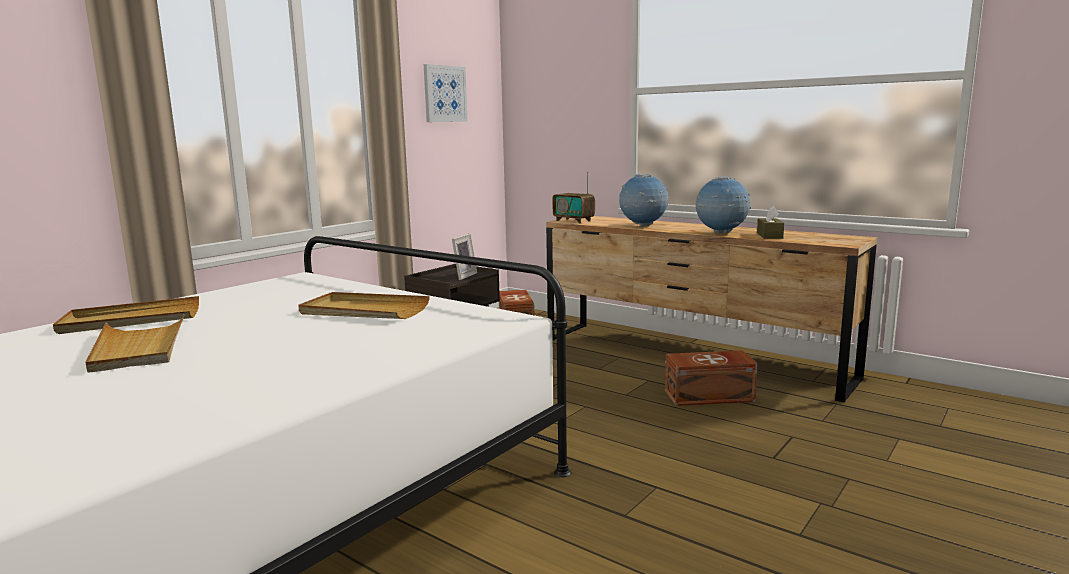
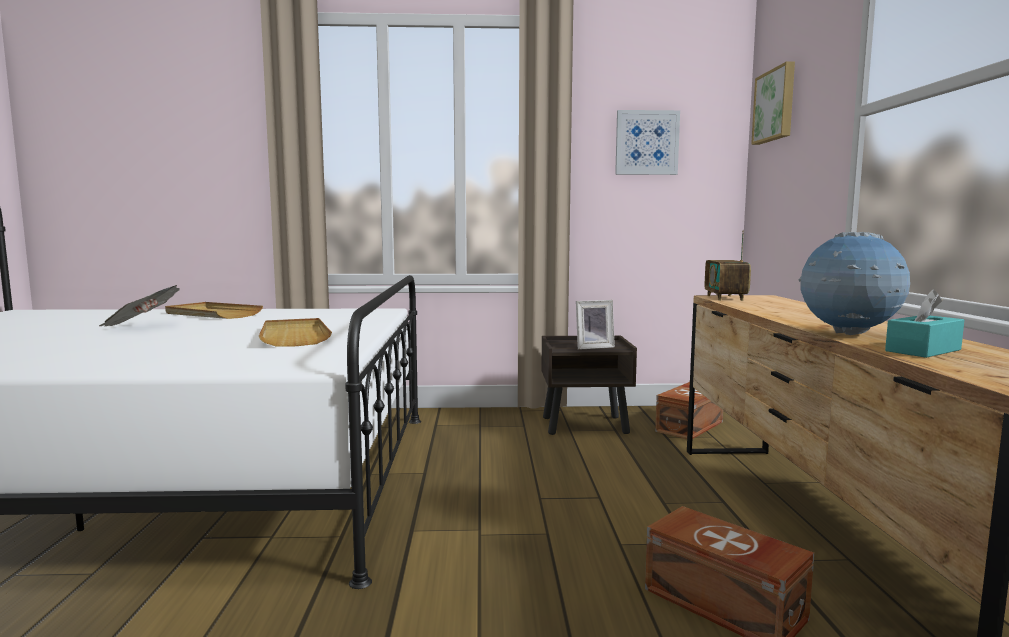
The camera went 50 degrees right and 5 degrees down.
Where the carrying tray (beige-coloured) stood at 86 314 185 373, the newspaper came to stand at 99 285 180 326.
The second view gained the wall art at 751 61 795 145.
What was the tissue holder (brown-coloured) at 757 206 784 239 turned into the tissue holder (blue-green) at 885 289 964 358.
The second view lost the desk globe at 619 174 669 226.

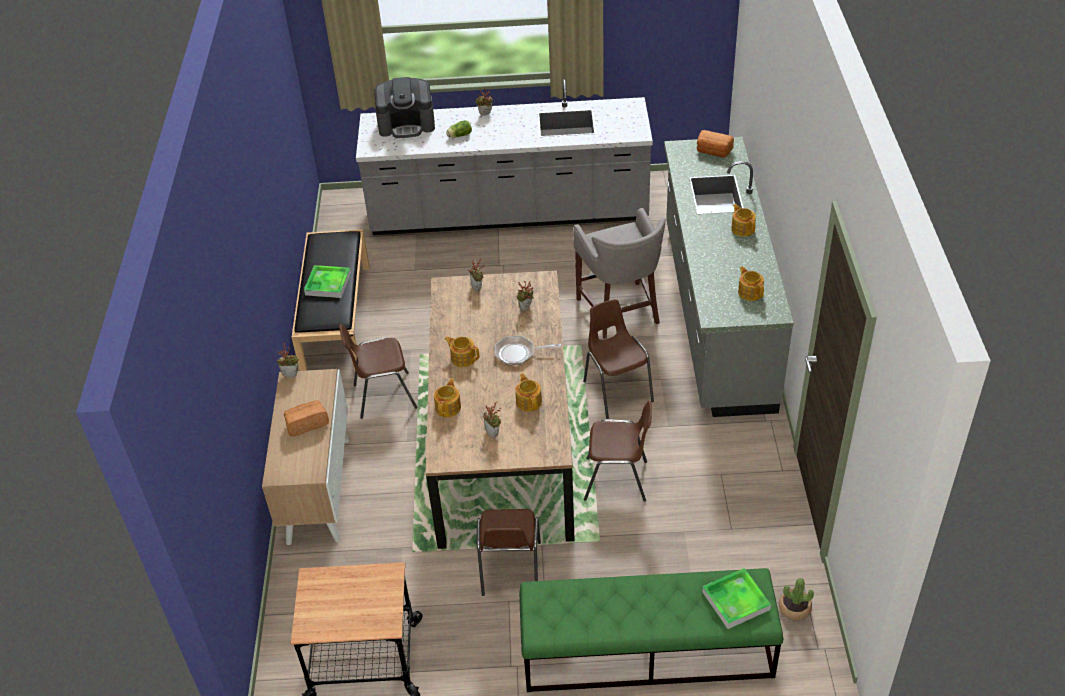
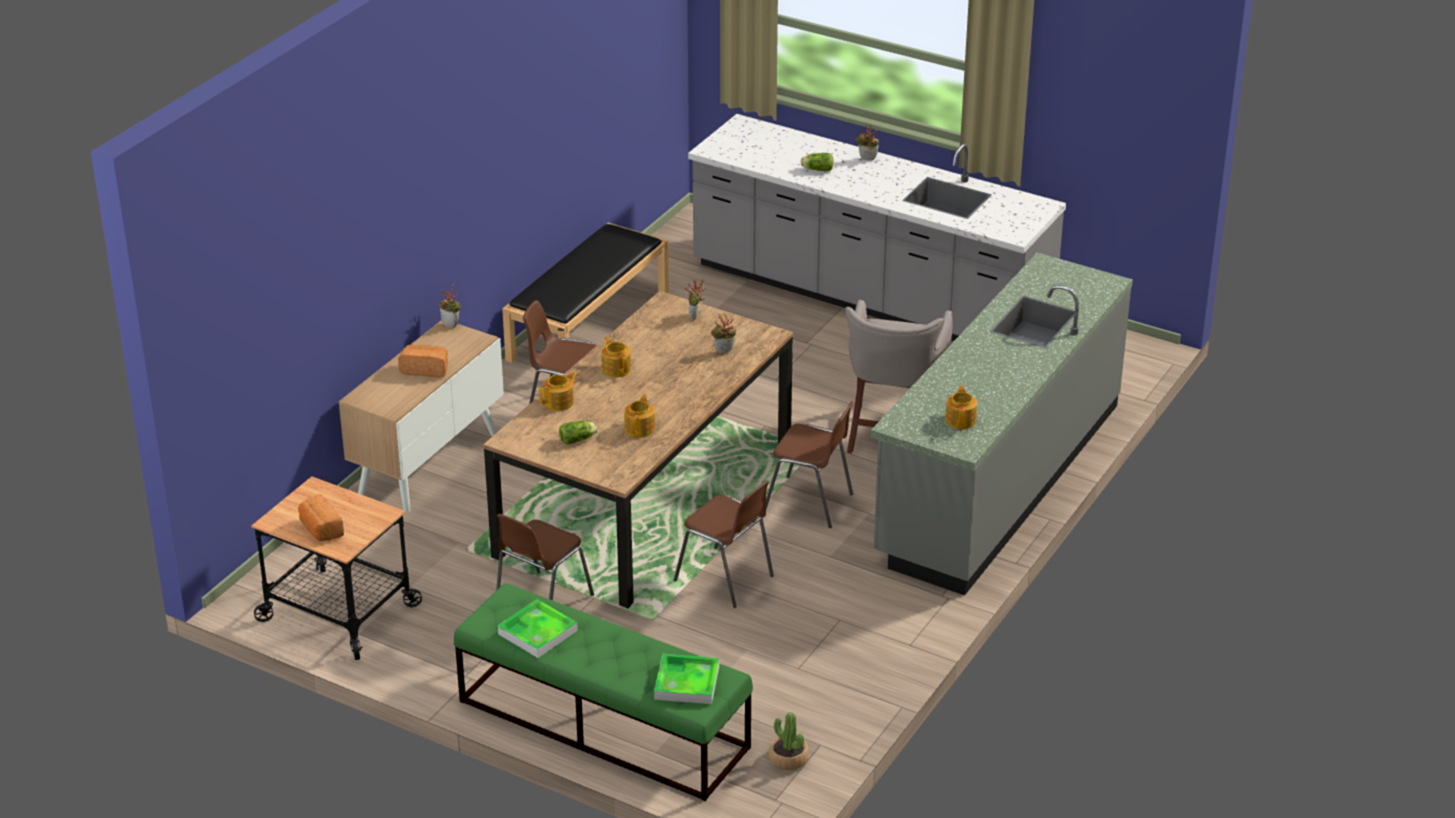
The camera went 30 degrees right and 10 degrees down.
The bakery bread ended up elsewhere, having gone from 697 130 734 157 to 298 494 344 541.
The carrying tray ended up elsewhere, having gone from 304 265 351 298 to 498 599 578 658.
Where the plant in a pot stood at 483 401 501 438, the lettuce came to stand at 559 421 597 444.
The upright chair (brown-coloured) at 583 299 654 419 ended up facing another way, 105 degrees clockwise from before.
The second view lost the coffee machine at 374 77 435 138.
The second view lost the frying pan at 495 336 561 365.
The second view lost the pot for tea at 731 204 756 237.

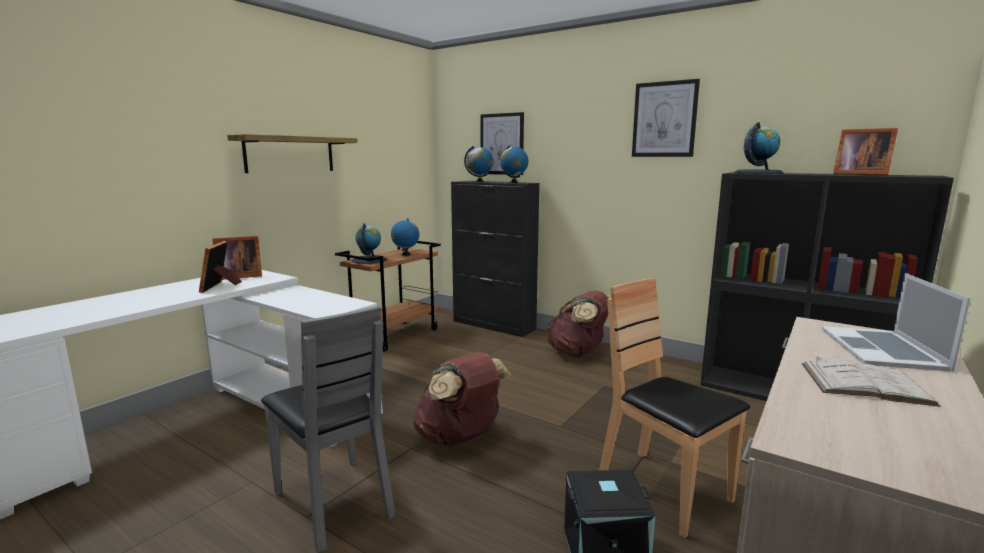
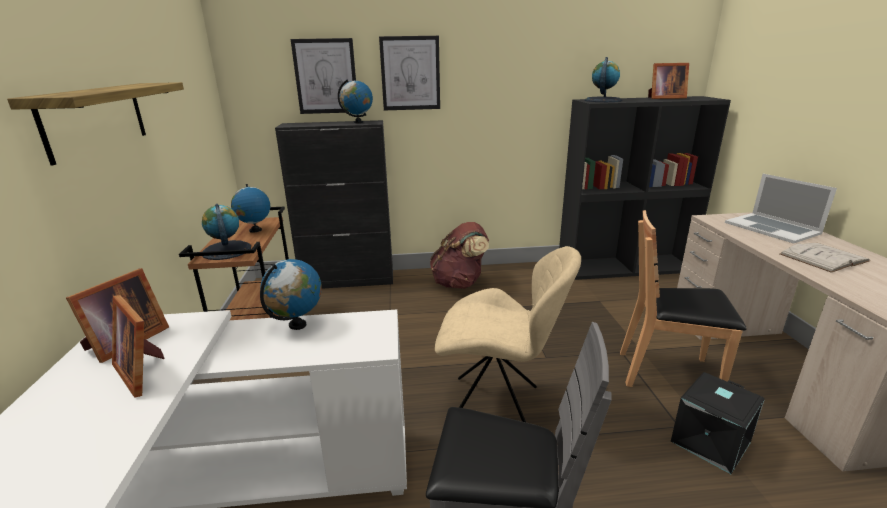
The camera went 40 degrees left and 10 degrees up.
The desk globe ended up elsewhere, having gone from 464 146 493 182 to 260 259 322 330.
The wall art ended up elsewhere, having gone from 632 79 700 157 to 379 36 440 110.
Where the knapsack (brown-coloured) stood at 413 352 511 446, the upright chair (beige-coloured) came to stand at 435 246 581 422.

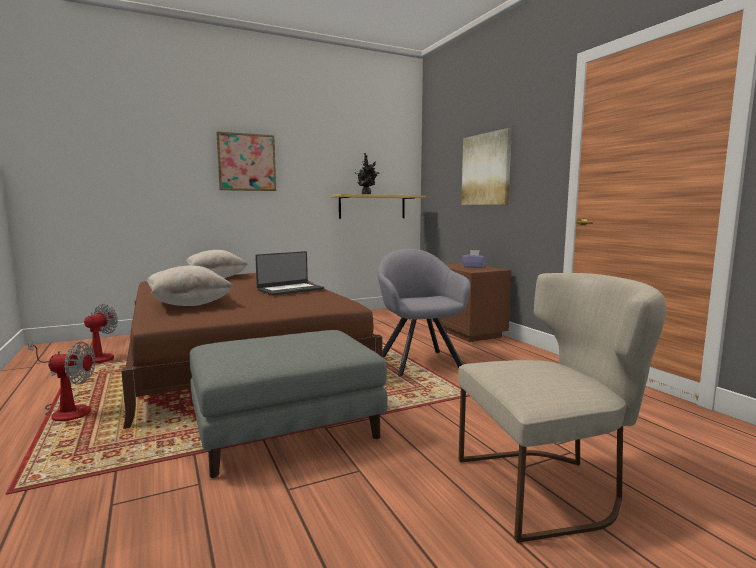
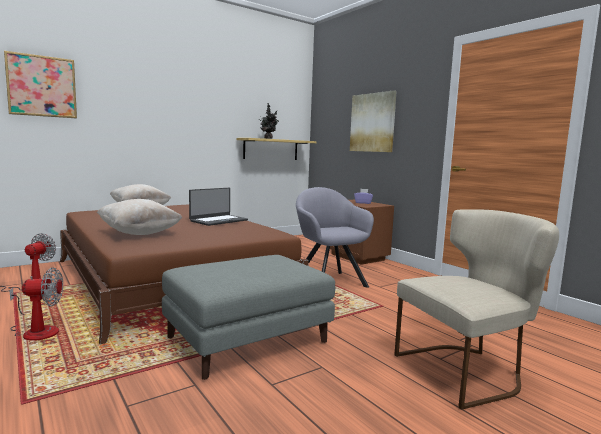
The camera went 10 degrees left and 0 degrees up.
The wall art ended up elsewhere, having gone from 216 131 276 191 to 4 51 77 118.

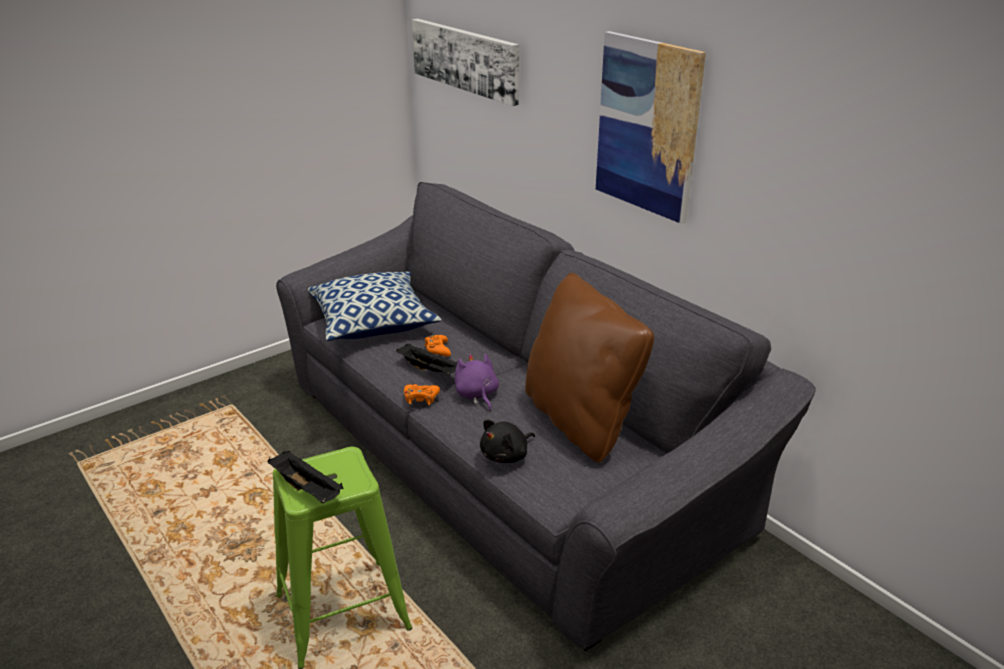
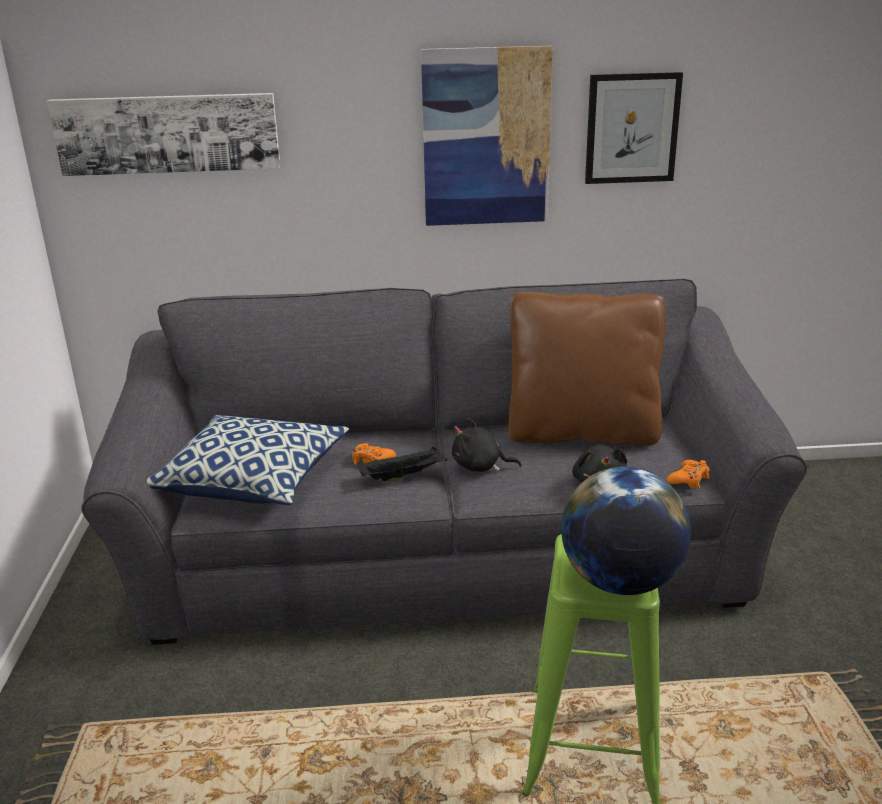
The camera went 55 degrees left and 5 degrees down.
What was the plush toy (purple-coloured) at 455 354 499 411 turned into the plush toy (black-coloured) at 452 418 522 472.
Where the carrying tray (black-coloured) stood at 268 451 344 503, the desk globe came to stand at 561 466 691 595.
The second view gained the wall art at 585 72 683 184.
The gamepad (orange) ended up elsewhere, having gone from 404 384 440 405 to 667 460 710 489.

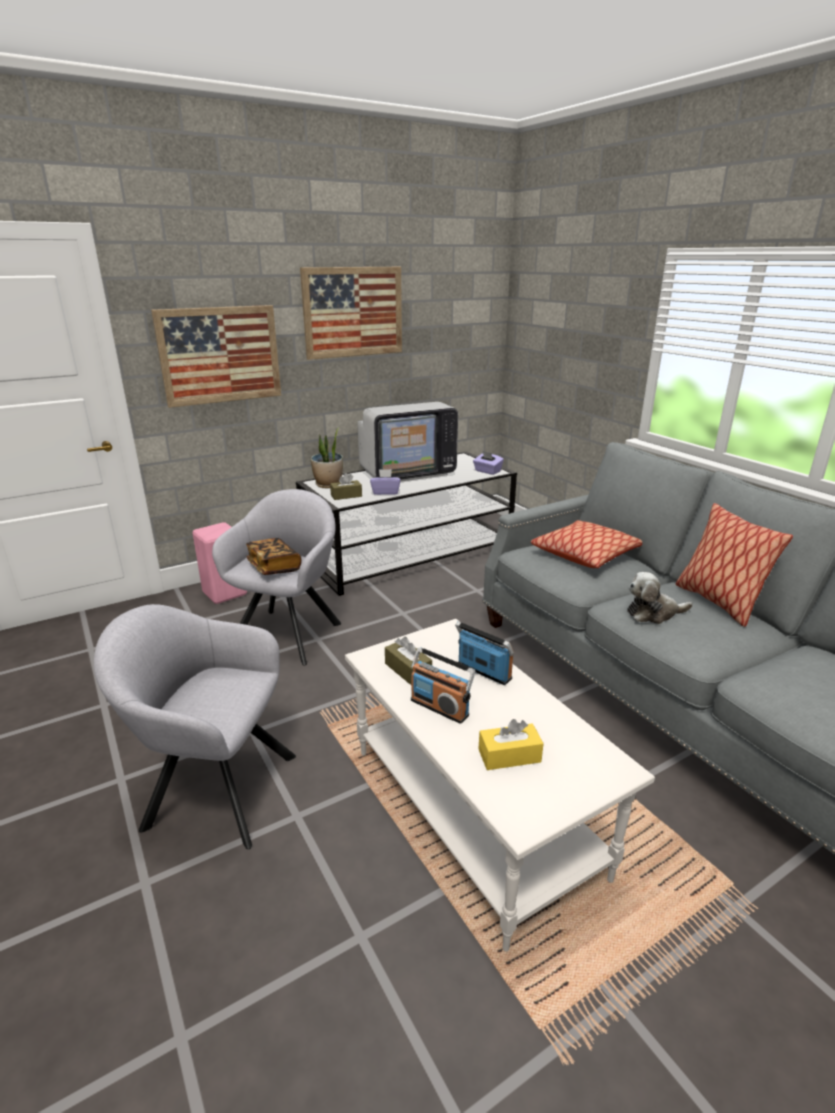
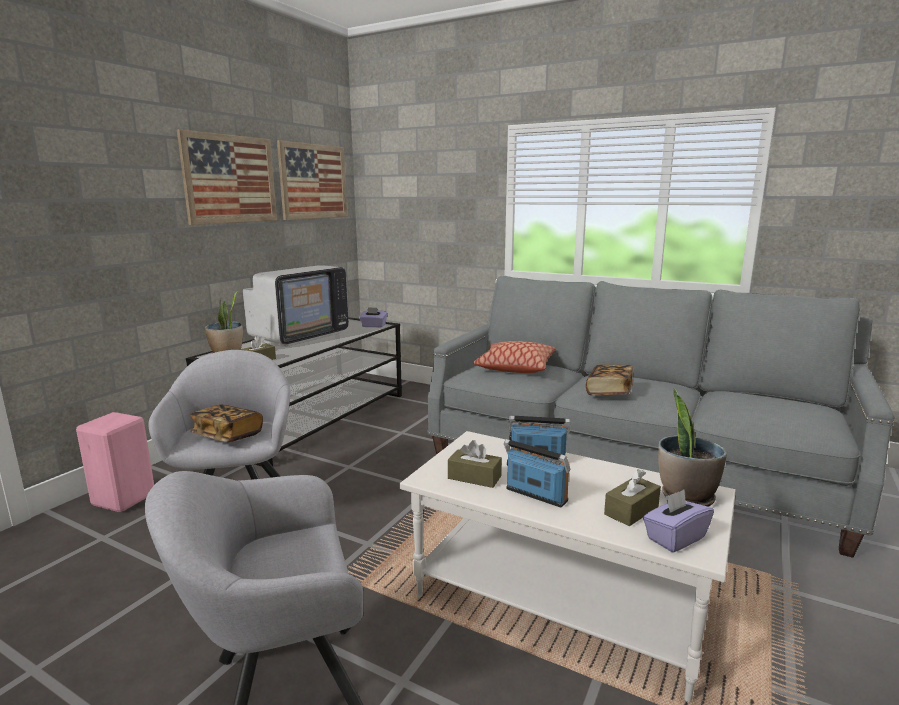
The camera went 30 degrees left and 10 degrees down.
The wall art ended up elsewhere, having gone from 151 305 281 408 to 277 140 347 220.
The radio receiver at 411 647 475 724 ended up facing another way, 150 degrees counterclockwise from before.
Where the plush toy stood at 627 572 693 624, the bound book came to stand at 586 364 633 395.
What was the tissue holder (yellowish) at 478 719 544 770 turned into the tissue holder (brown-coloured) at 604 469 661 526.
The tissue holder (purple-coloured) ended up elsewhere, having gone from 370 469 400 495 to 643 490 714 552.
The second view gained the plant in a pot at 658 388 727 507.
The second view lost the pillow at 676 503 793 627.

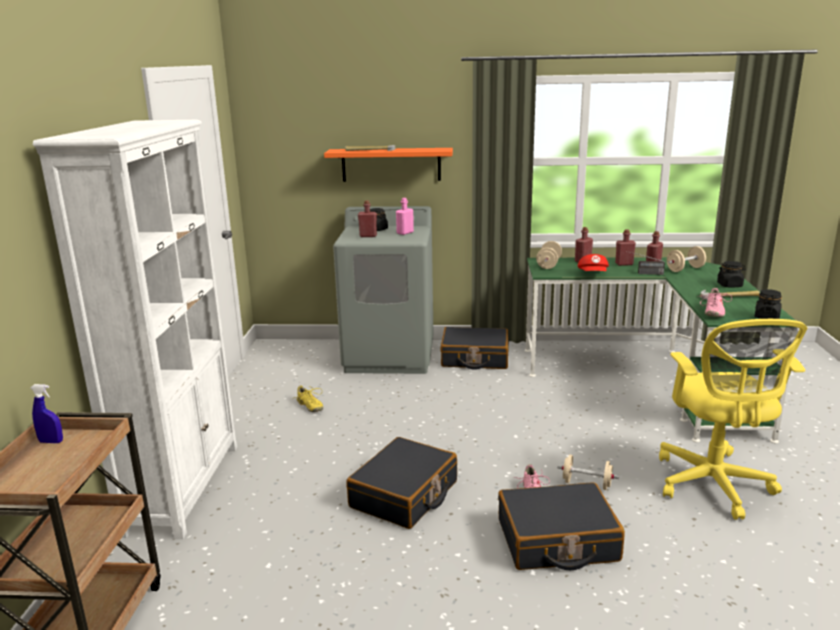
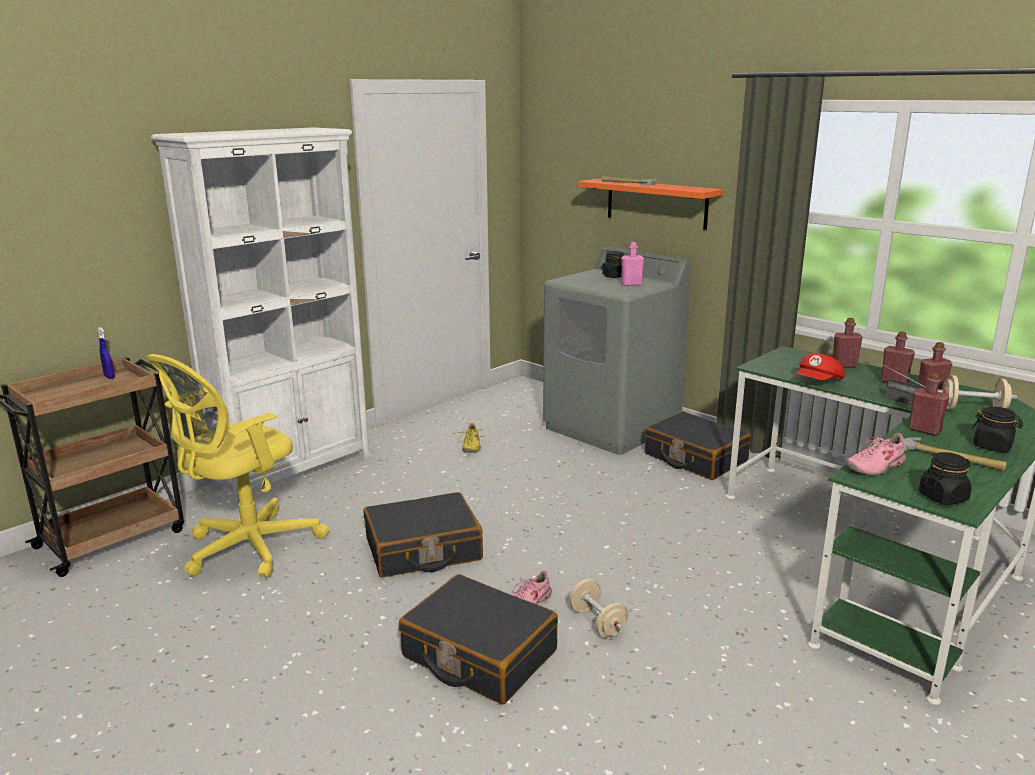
The camera went 40 degrees right and 0 degrees up.
The office chair (yellowish) ended up elsewhere, having gone from 659 319 807 520 to 146 354 329 578.
The beverage bottle (red-coloured) ended up elsewhere, having gone from 358 200 377 237 to 908 372 949 436.
The second view lost the free weight (beige-coloured) at 536 241 562 269.

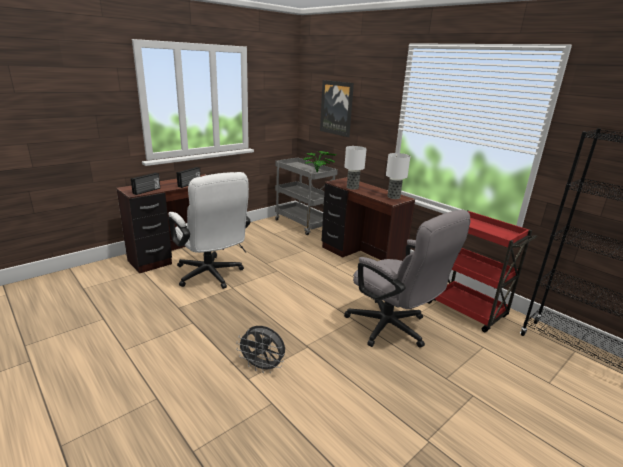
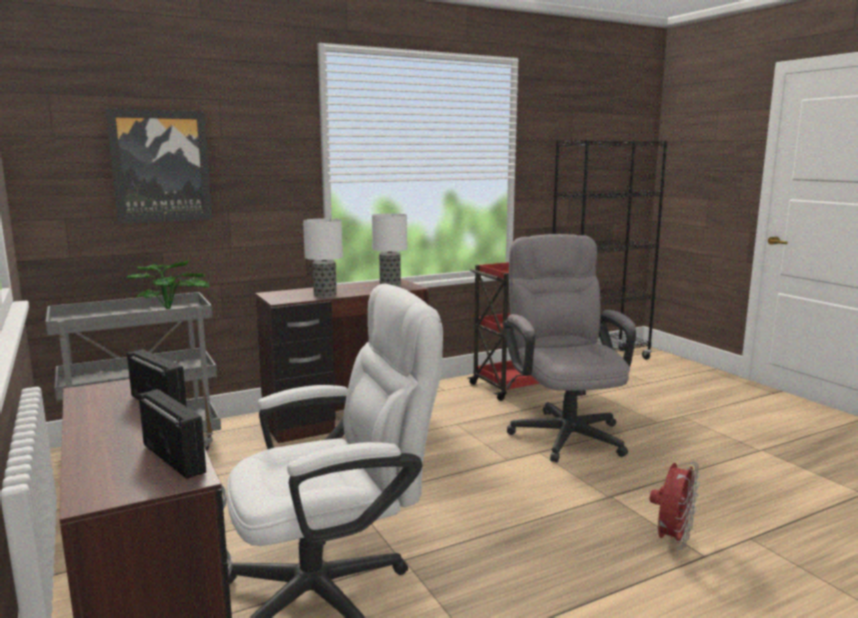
The camera went 75 degrees left and 10 degrees down.
The office chair (greyish) at 344 210 471 348 ended up facing another way, 75 degrees counterclockwise from before.
What was the electric fan (greyish) at 236 326 285 373 turned into the electric fan (red-coloured) at 649 461 700 550.

